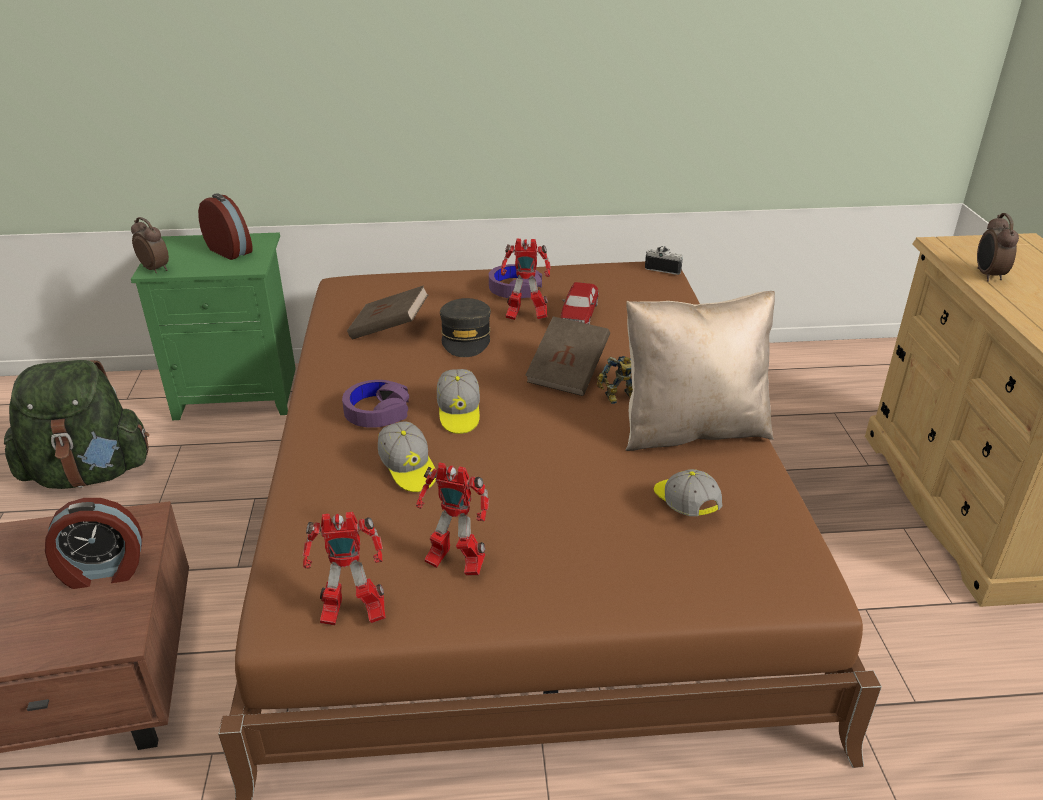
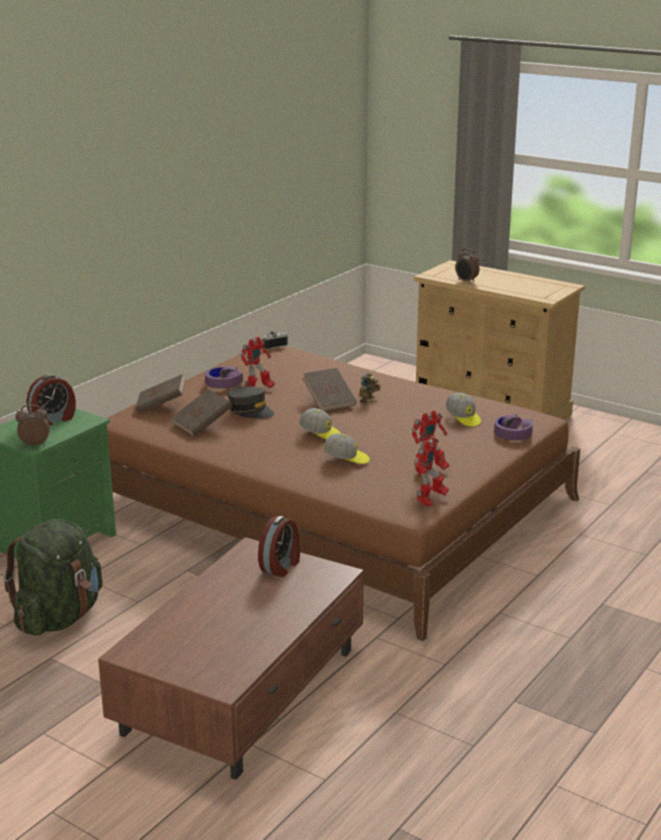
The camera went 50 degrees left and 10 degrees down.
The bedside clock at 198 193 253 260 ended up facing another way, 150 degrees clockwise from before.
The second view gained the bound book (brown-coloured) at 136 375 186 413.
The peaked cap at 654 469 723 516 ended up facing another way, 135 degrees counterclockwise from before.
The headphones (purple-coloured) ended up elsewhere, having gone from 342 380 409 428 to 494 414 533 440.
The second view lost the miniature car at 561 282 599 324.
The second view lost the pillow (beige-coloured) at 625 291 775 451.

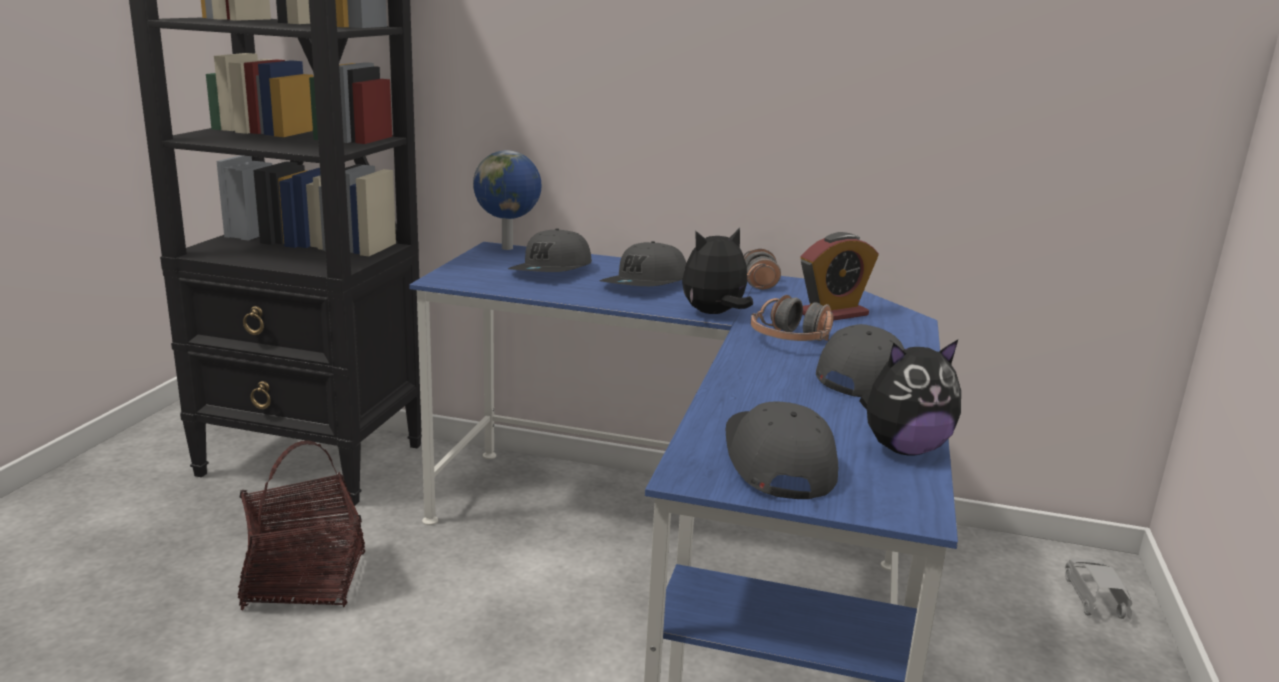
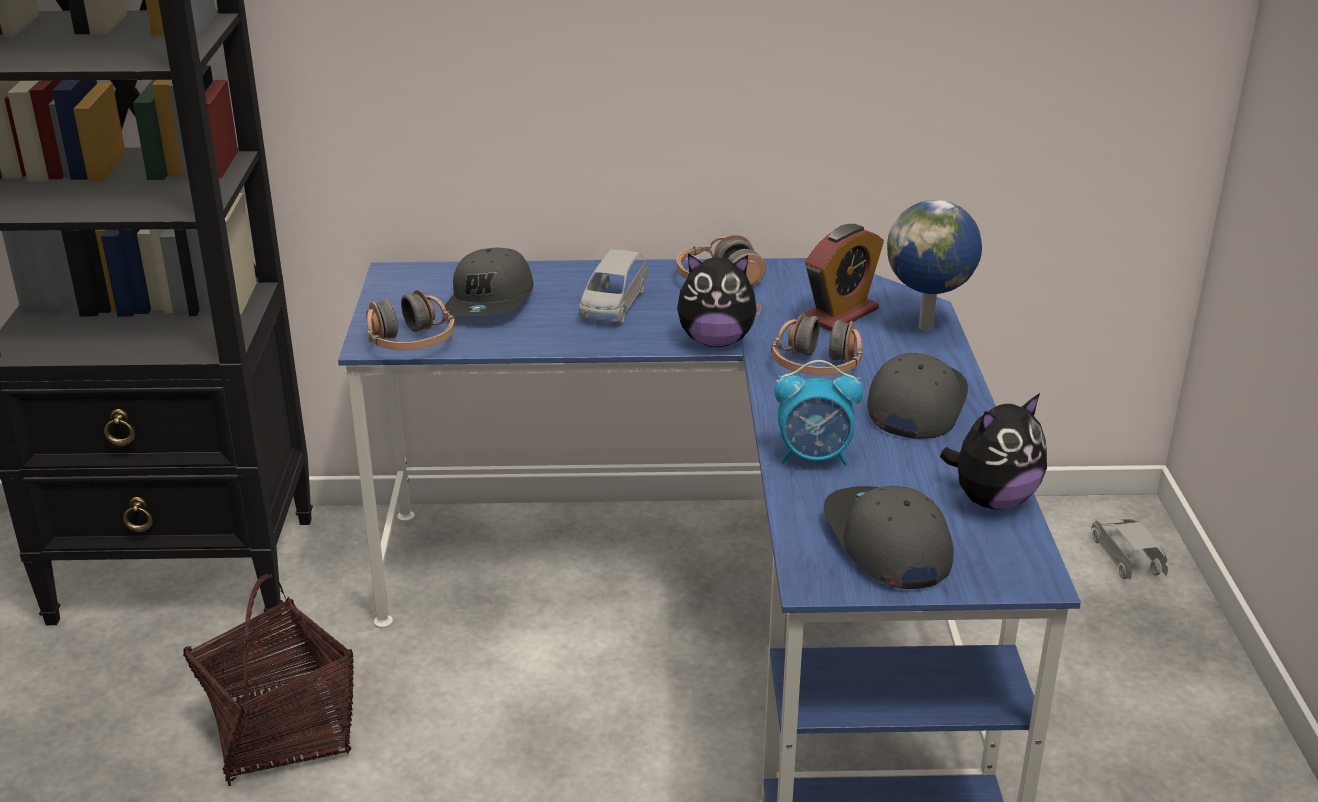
The camera went 15 degrees left and 10 degrees up.
The second view gained the headphones at 366 290 455 350.
Where the peaked cap (greyish) stood at 600 241 686 286, the miniature car (greyish) came to stand at 579 249 648 324.
The plush toy at 682 228 753 314 ended up facing another way, 135 degrees counterclockwise from before.
The second view gained the bedside clock at 774 360 863 465.
The desk globe ended up elsewhere, having gone from 473 150 542 250 to 887 200 982 331.

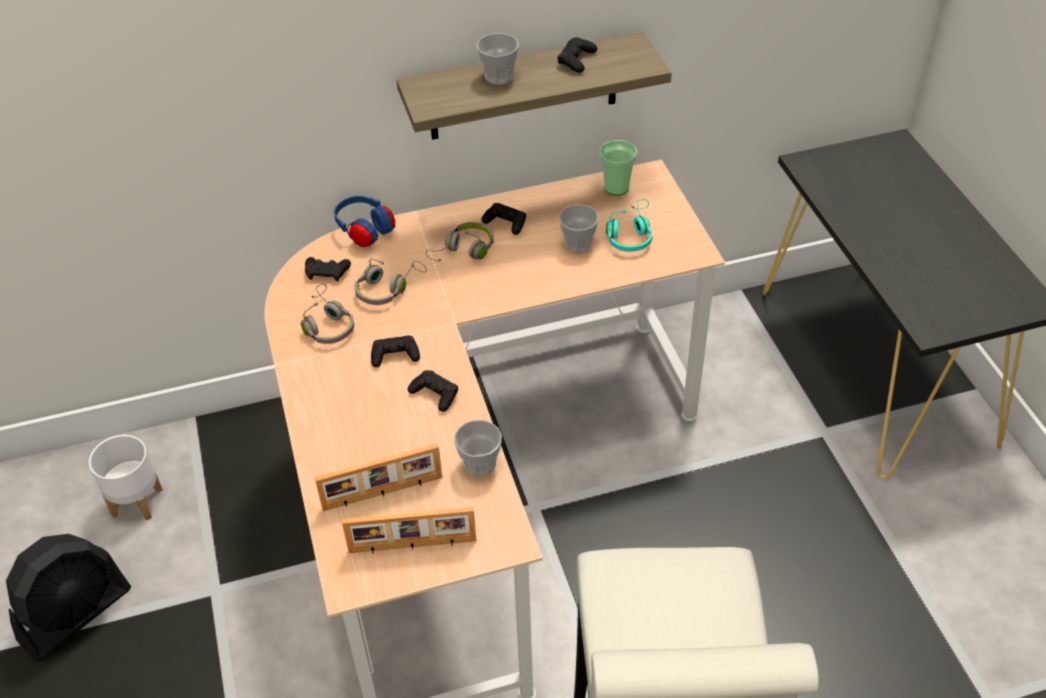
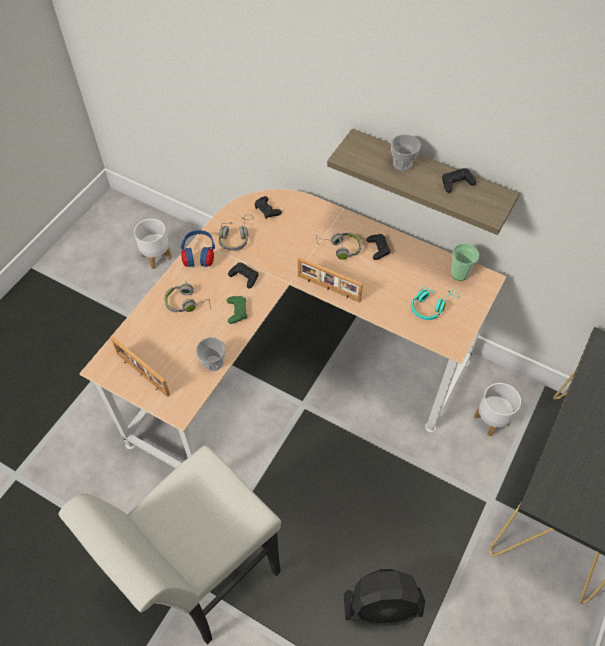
The camera went 45 degrees right and 10 degrees up.
The headphones (greyish) ended up elsewhere, having gone from 355 258 427 305 to 164 282 211 313.
The headphones (blue) ended up elsewhere, having gone from 334 196 395 247 to 181 230 215 267.
What was the gamepad (black-coloured) at 408 370 458 412 turned into the gamepad (green) at 226 296 247 324.
The photo frame ended up elsewhere, having gone from 315 444 442 511 to 298 257 363 302.
The electric fan (black-coloured) ended up elsewhere, having gone from 6 534 131 662 to 344 569 425 626.
The second view gained the plant pot (white-coloured) at 474 383 521 436.
The second view lost the drinking cup at 559 204 599 253.

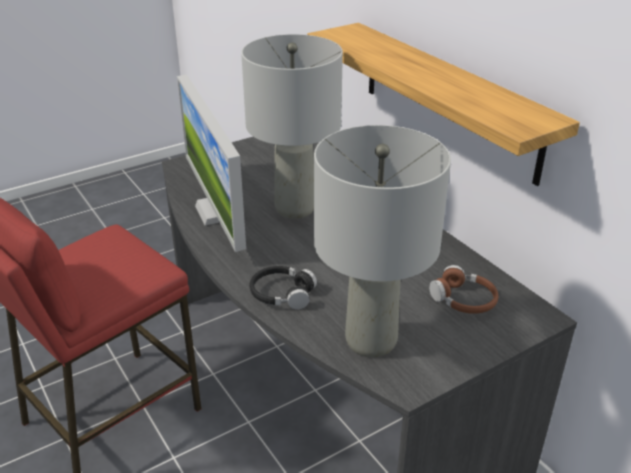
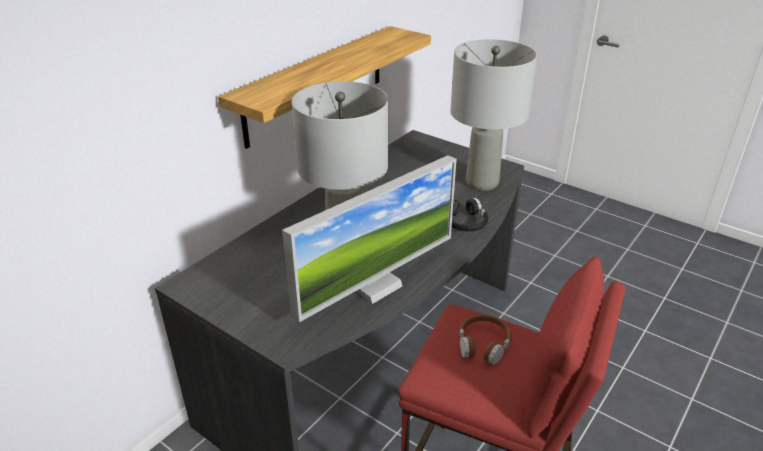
The camera went 110 degrees left and 0 degrees up.
The headphones (brown-coloured) ended up elsewhere, having gone from 429 265 498 314 to 459 314 512 365.

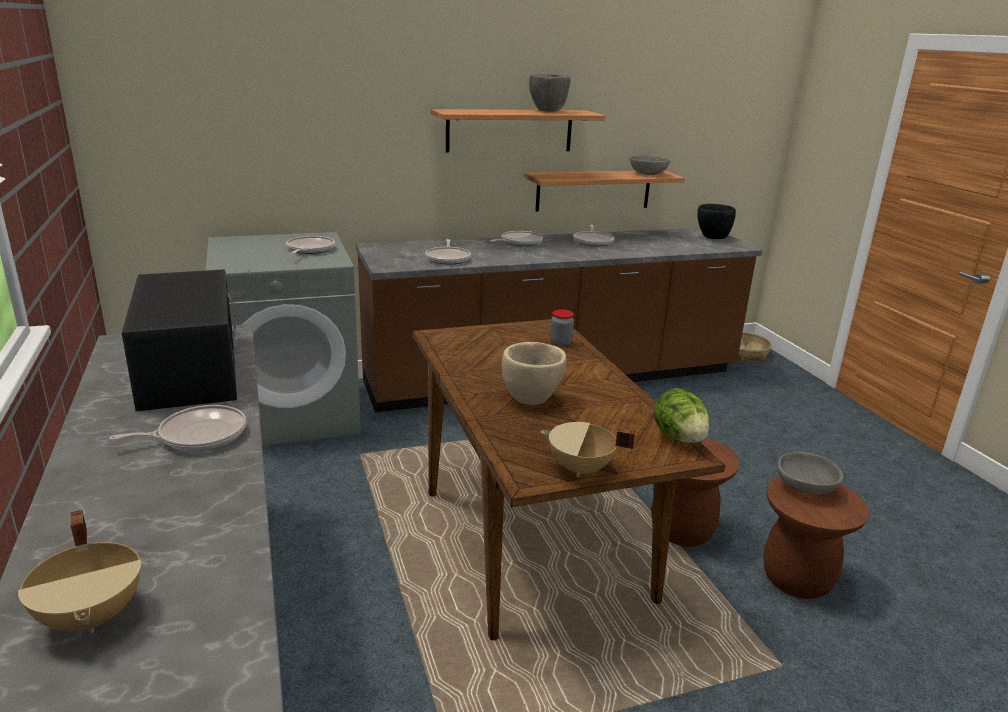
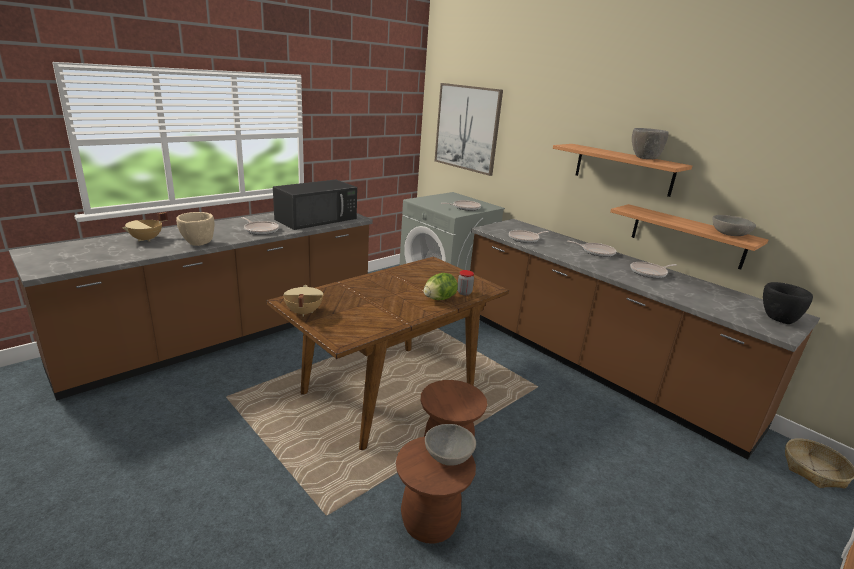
The camera went 65 degrees right and 0 degrees up.
The deep dish (beige-coloured) ended up elsewhere, having gone from 502 342 566 405 to 176 212 214 246.
The lettuce ended up elsewhere, having gone from 654 388 710 443 to 423 273 458 300.
The second view gained the wall art at 434 83 503 176.

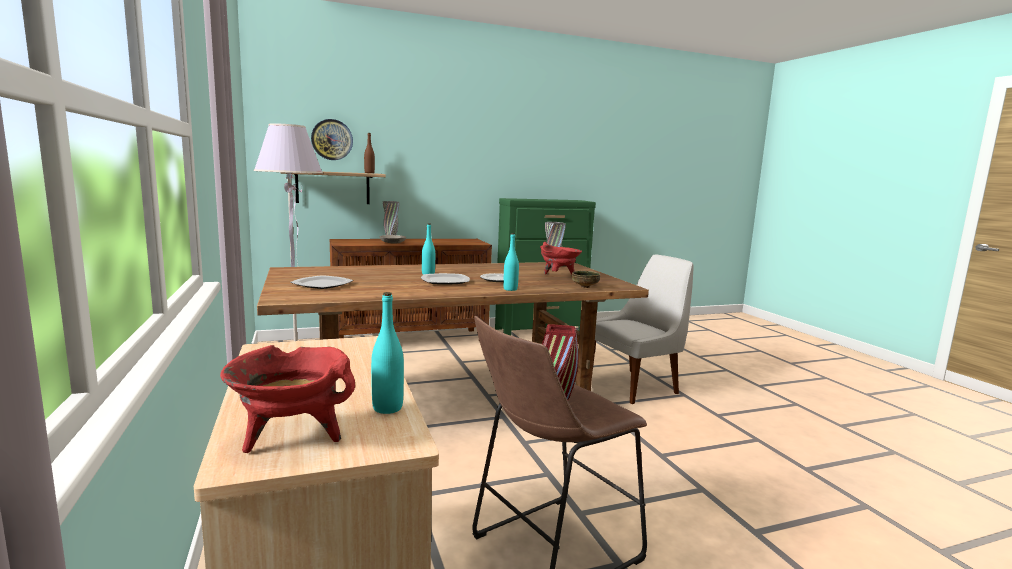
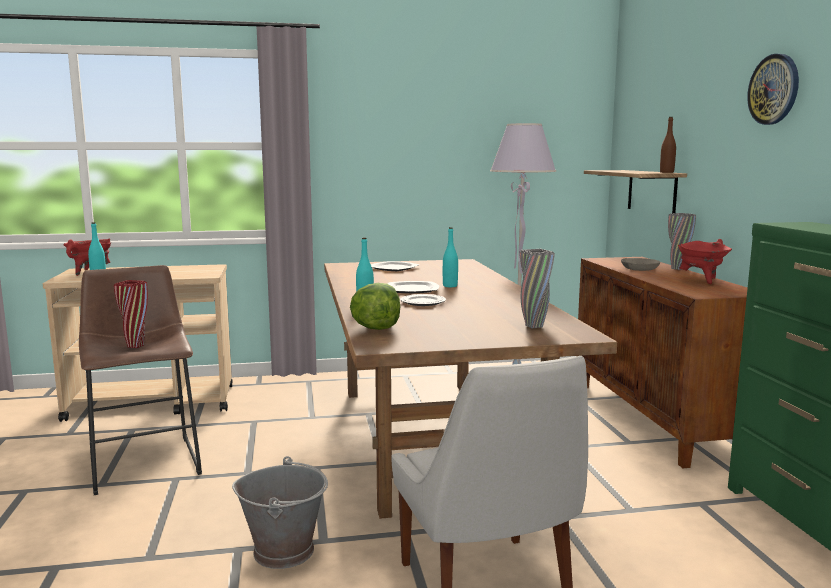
The camera went 100 degrees right and 0 degrees up.
The second view gained the pail (greyish) at 232 456 328 569.
Where the deep dish stood at 572 271 600 288, the lettuce came to stand at 350 283 400 330.
The stockpot (red-coloured) ended up elsewhere, having gone from 540 242 582 274 to 678 239 732 284.
The hanging clock ended up elsewhere, having gone from 311 119 353 160 to 747 54 799 125.

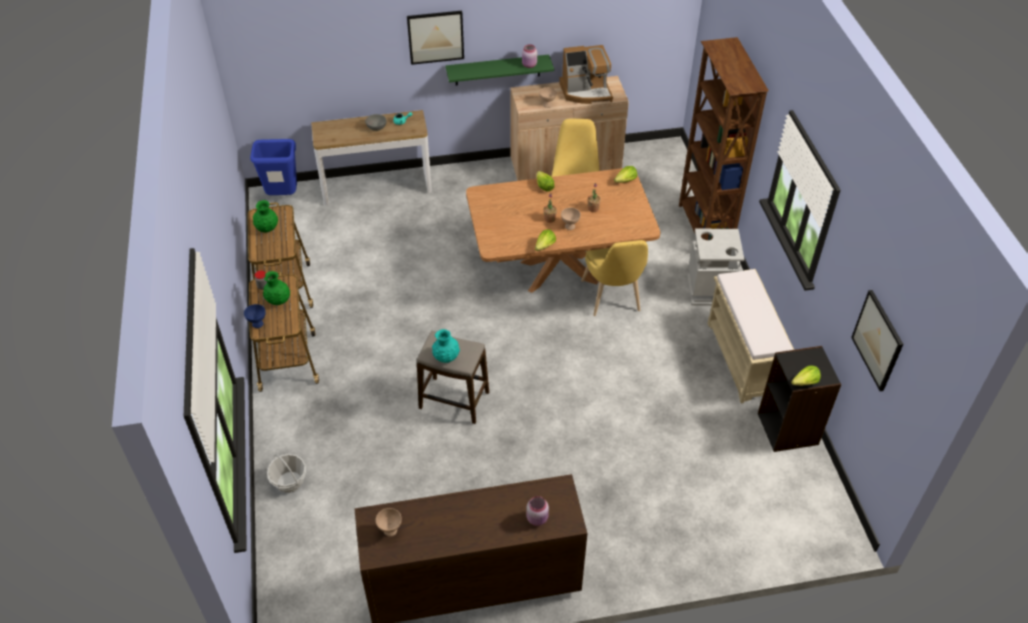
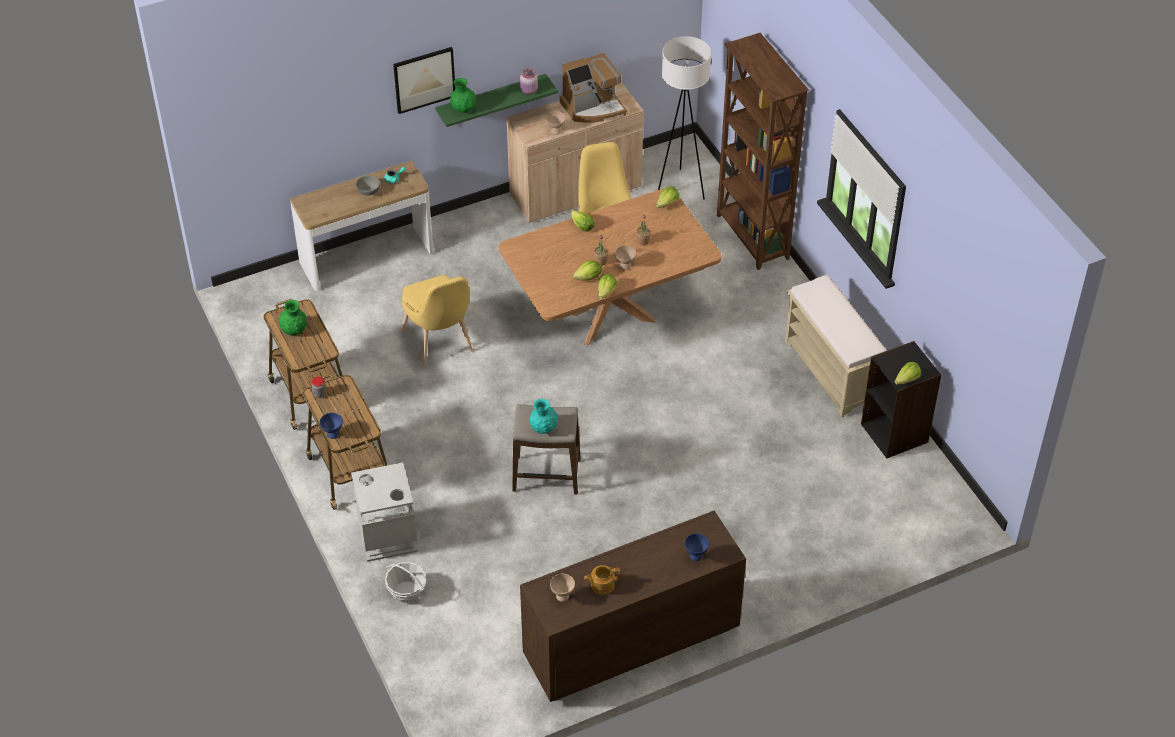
The camera went 15 degrees left and 0 degrees up.
The waste bin (greyish) ended up elsewhere, having gone from 687 229 745 305 to 351 463 418 562.
The upright chair (yellowish) ended up elsewhere, having gone from 581 240 648 316 to 402 275 473 367.
The decorative vase (green) ended up elsewhere, having gone from 263 271 290 305 to 450 78 476 113.
The second view gained the lettuce at 573 260 602 281.
The second view gained the pot for tea at 584 565 621 595.
The second view gained the standard lamp (white-coloured) at 658 36 711 199.
Where the preserve jar (pink-coloured) stood at 526 496 549 526, the deep dish (blue) came to stand at 685 533 709 561.
The second view lost the waste bin (blue) at 250 139 297 195.
The second view lost the wall art at 851 290 903 391.

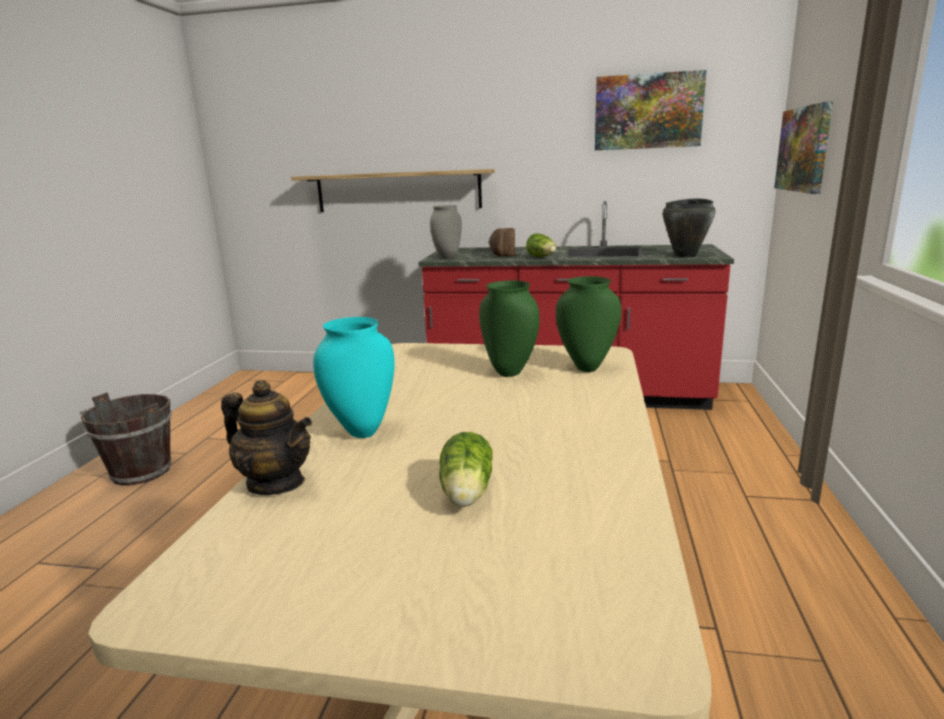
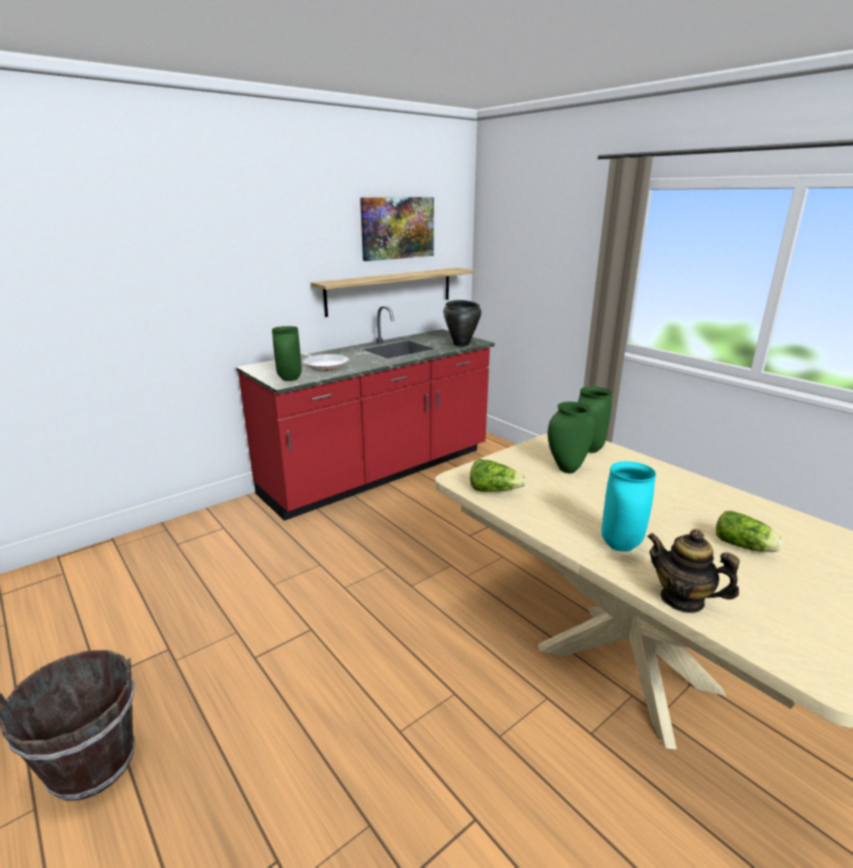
The camera went 50 degrees left and 5 degrees up.
What was the decorative vase (greyish) at 430 205 462 259 turned into the decorative vase (green) at 272 326 302 381.
Where the bakery bread stood at 489 228 515 257, the frying pan came to stand at 300 352 349 371.
The wall shelf ended up elsewhere, having gone from 291 169 495 212 to 311 268 474 317.
The lettuce ended up elsewhere, having gone from 526 233 556 257 to 470 459 527 492.
The pot for tea at 221 380 312 495 ended up facing another way, 120 degrees counterclockwise from before.
The second view lost the wall art at 774 101 833 194.

